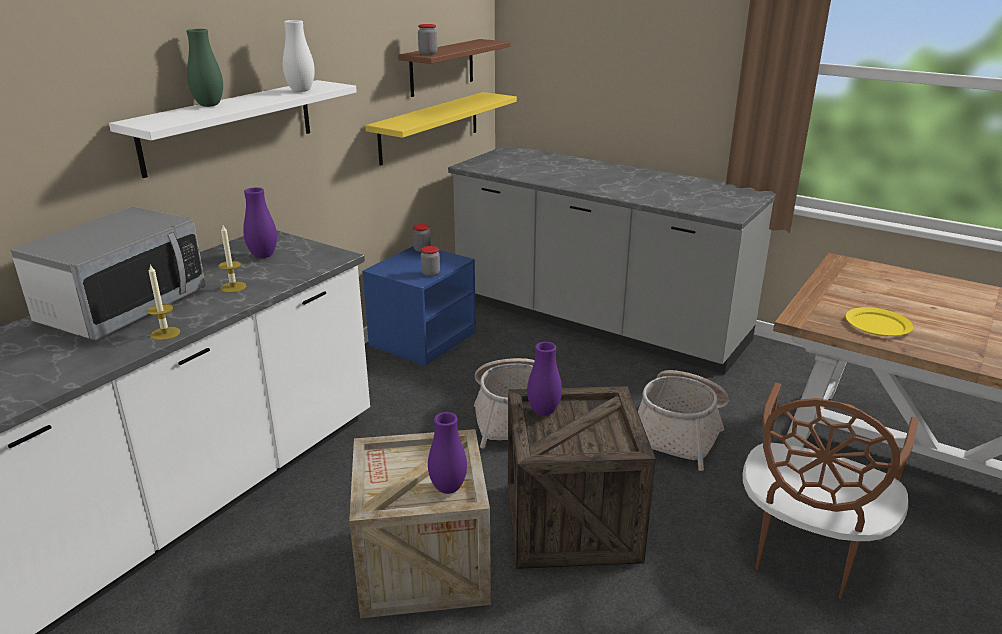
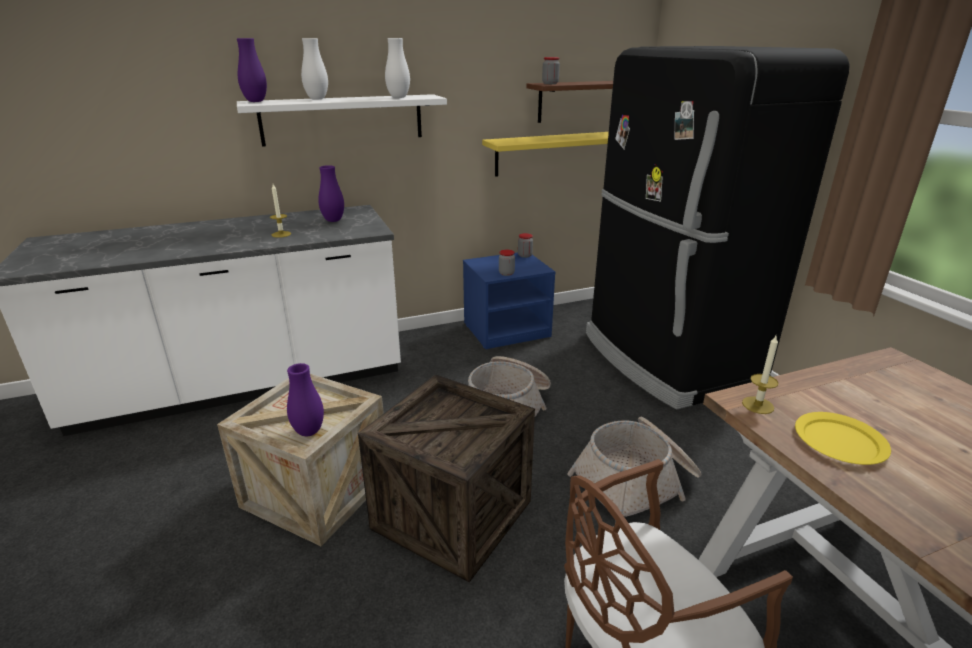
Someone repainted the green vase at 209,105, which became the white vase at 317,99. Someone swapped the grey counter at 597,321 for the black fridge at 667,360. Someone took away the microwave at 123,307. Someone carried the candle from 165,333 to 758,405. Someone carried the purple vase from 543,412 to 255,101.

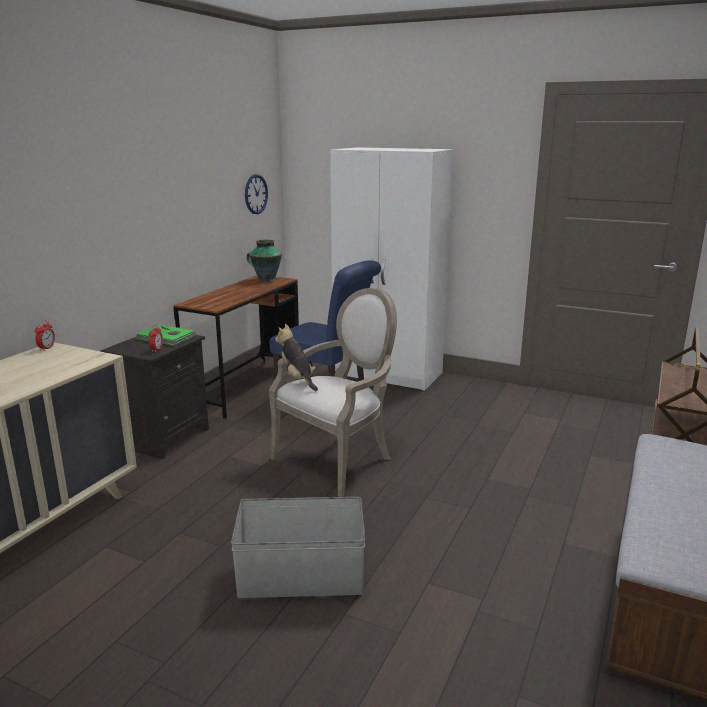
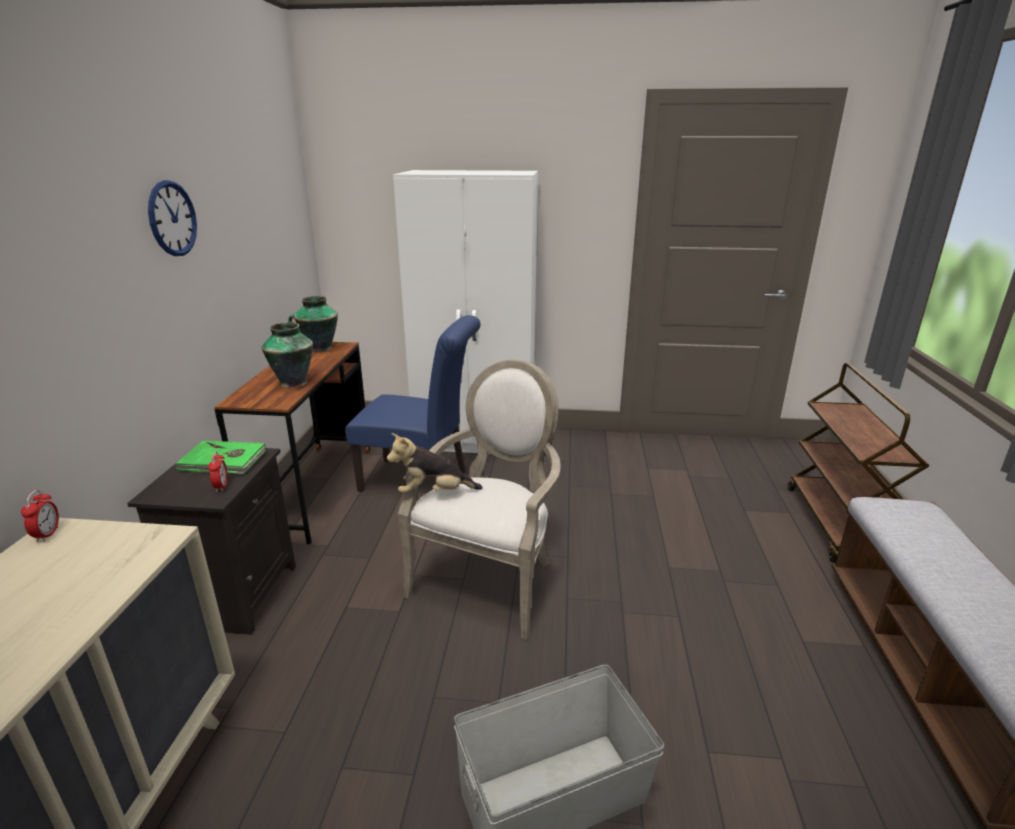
Someone carried the wall clock from 256,194 to 172,219. Someone rotated the plush toy at 297,379 by 45 degrees counterclockwise. Someone put down the vase at 294,383.

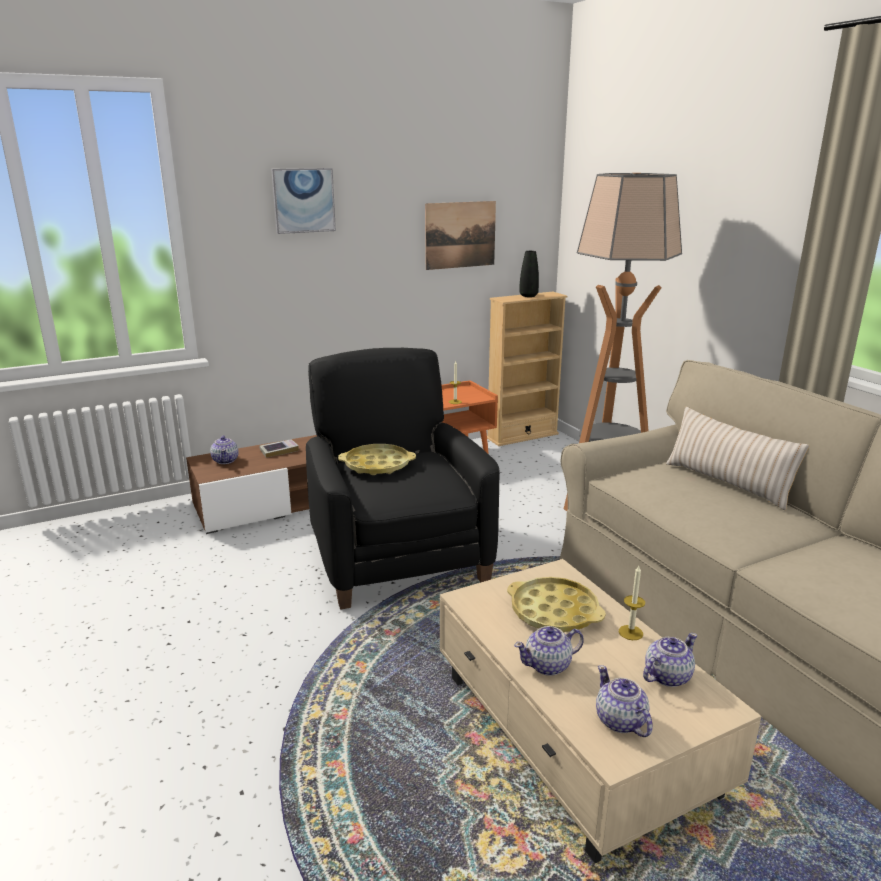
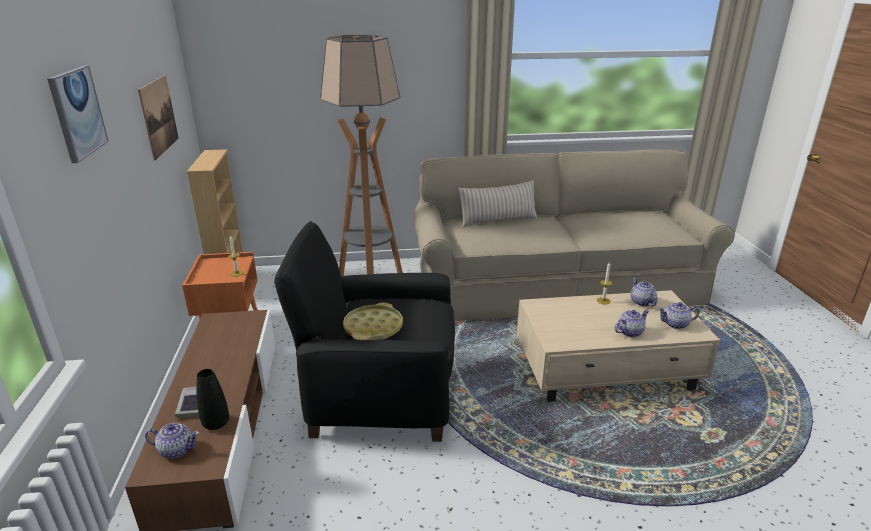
Someone carried the black vase from 528,296 to 216,423. Someone took away the yellow tray at 554,611. Someone rotated the teapot at 548,665 by 120 degrees counterclockwise.

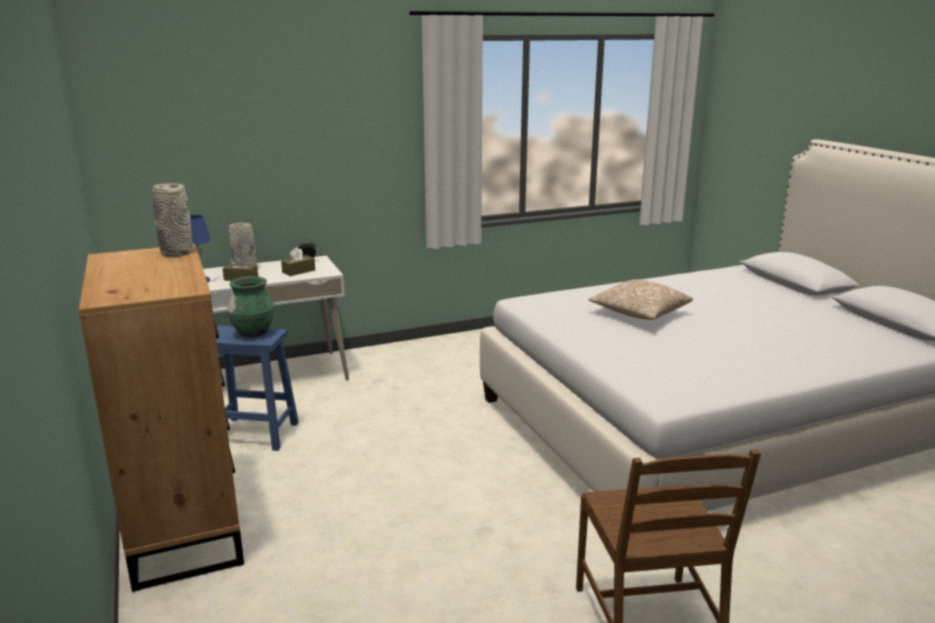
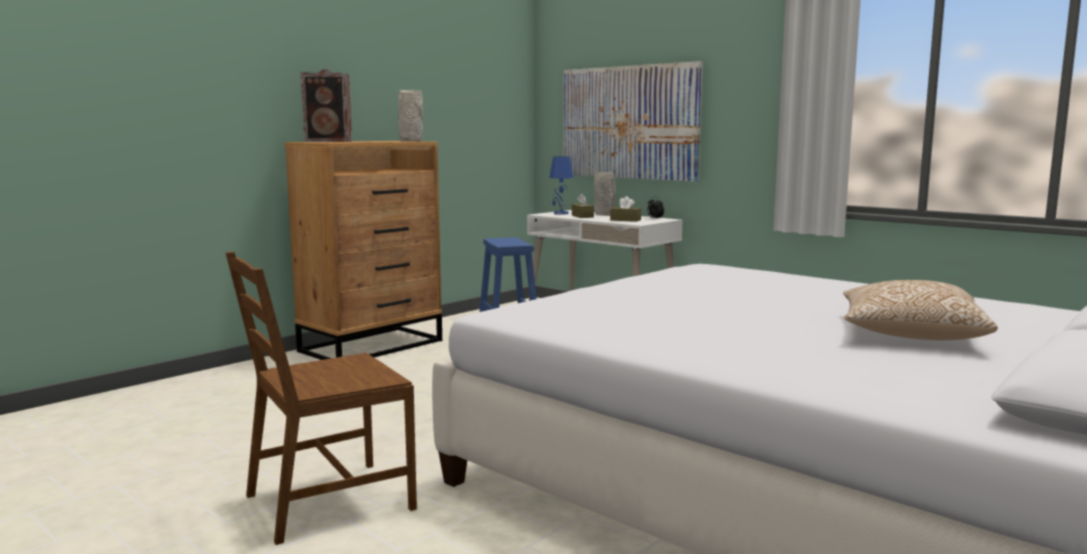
Someone took away the green vase at 253,333. Someone carried the pillow from 639,314 to 910,335. Someone put up the picture at 629,122. Someone put down the speaker at 330,141.

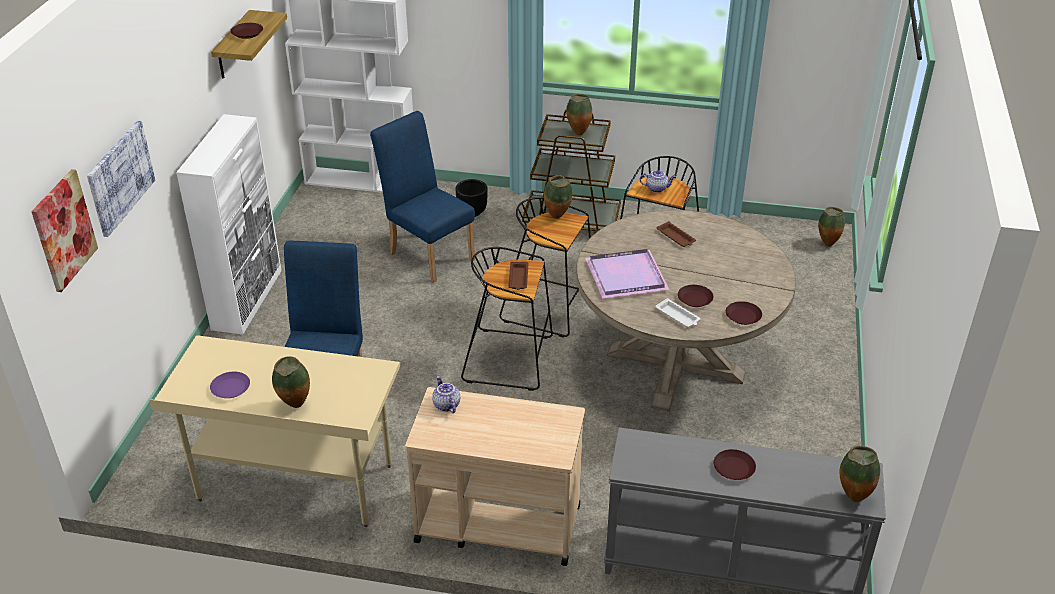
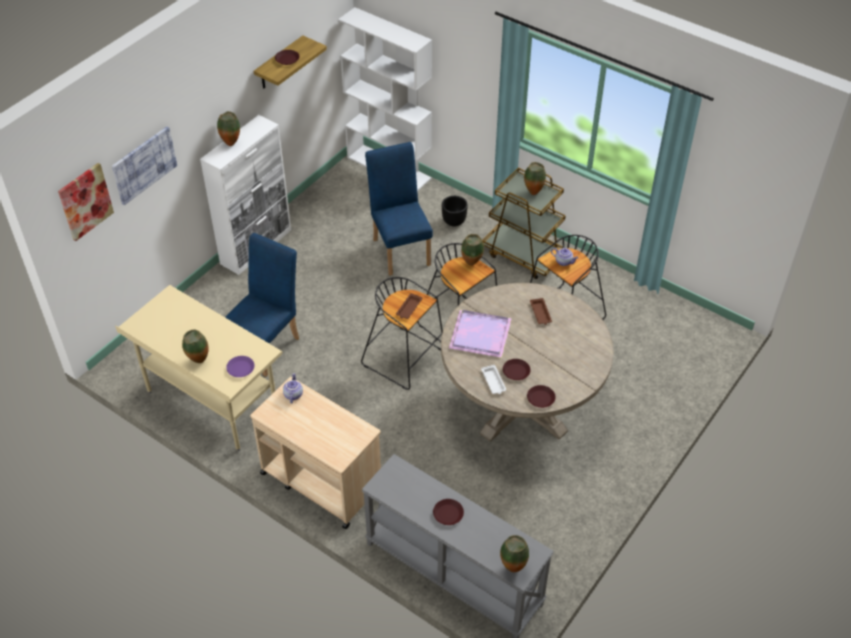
Someone carried the vase from 827,244 to 231,143. Someone carried the purple plate from 231,388 to 241,369.

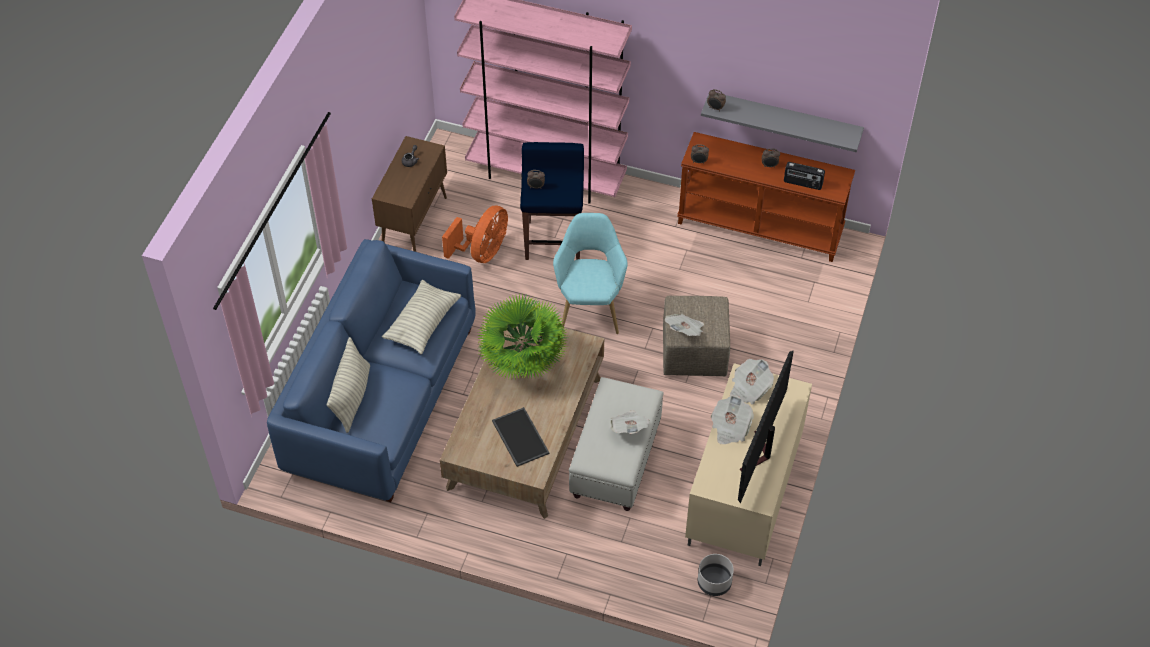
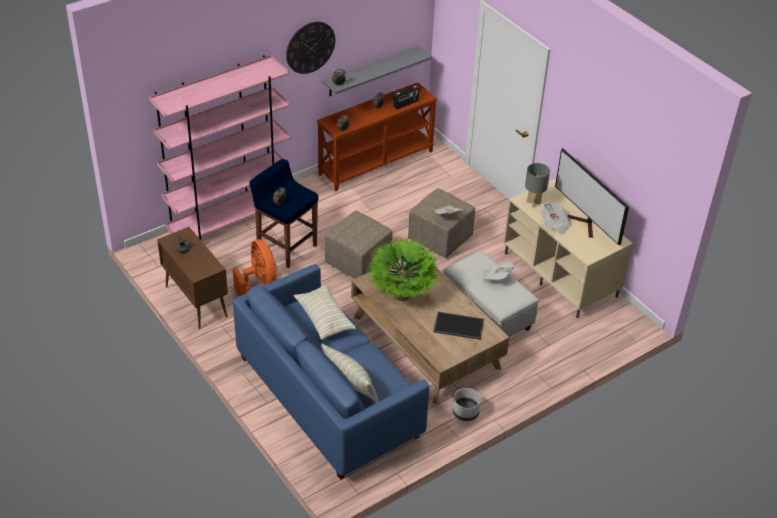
Someone swapped the turquoise armchair at 589,307 for the beige ottoman at 358,261. Someone swapped the newspaper at 749,388 for the grey table lamp at 533,203. Someone carried the grey planter from 713,582 to 465,412. Someone put up the wall clock at 310,47.

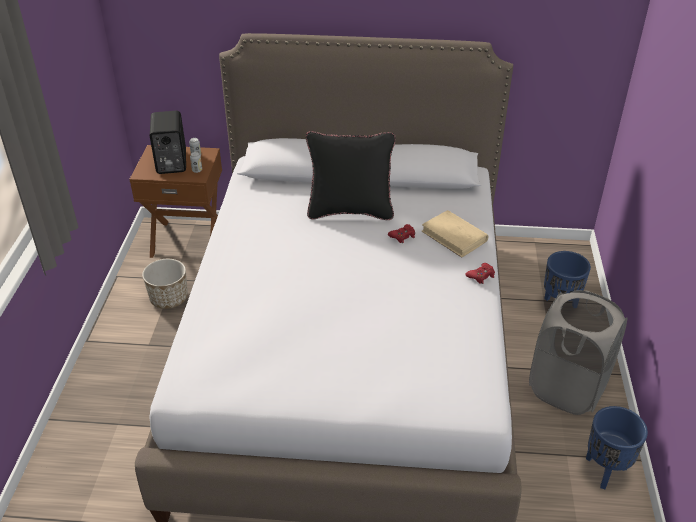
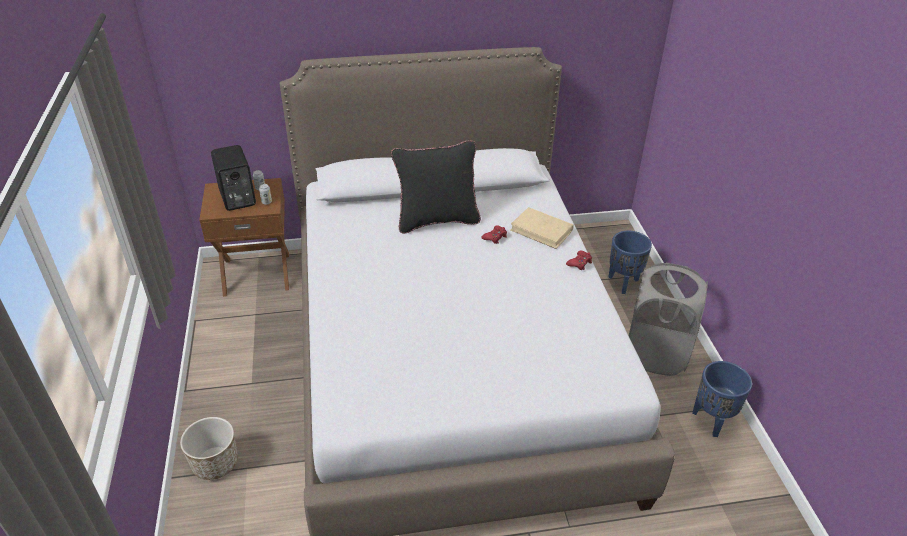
Someone carried the planter from 169,298 to 215,463.

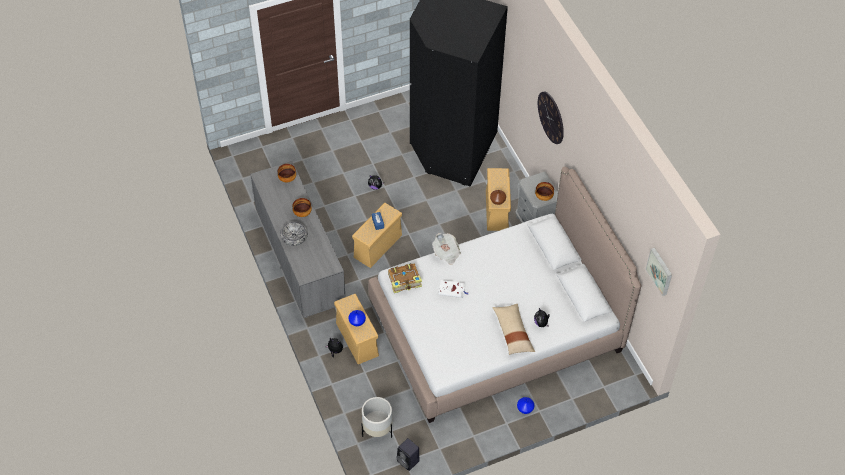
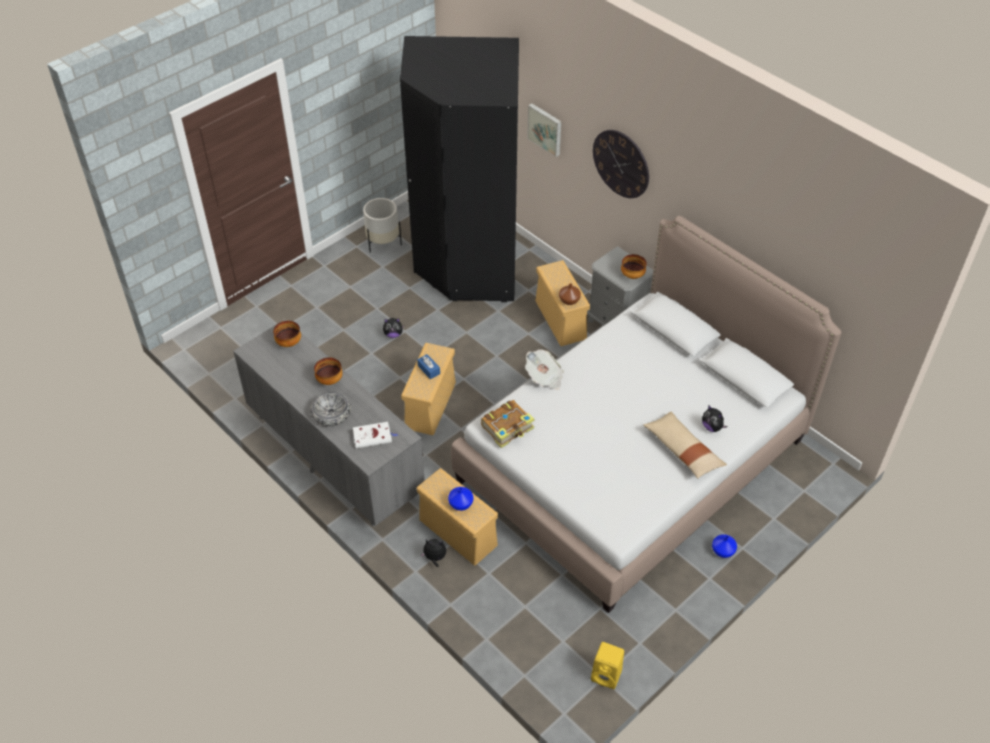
Someone carried the picture from 660,271 to 545,129. Someone carried the white book from 452,290 to 373,436. Someone carried the white planter from 377,429 to 383,242. Someone repainted the black speaker at 408,461, which became the yellow speaker at 607,675.

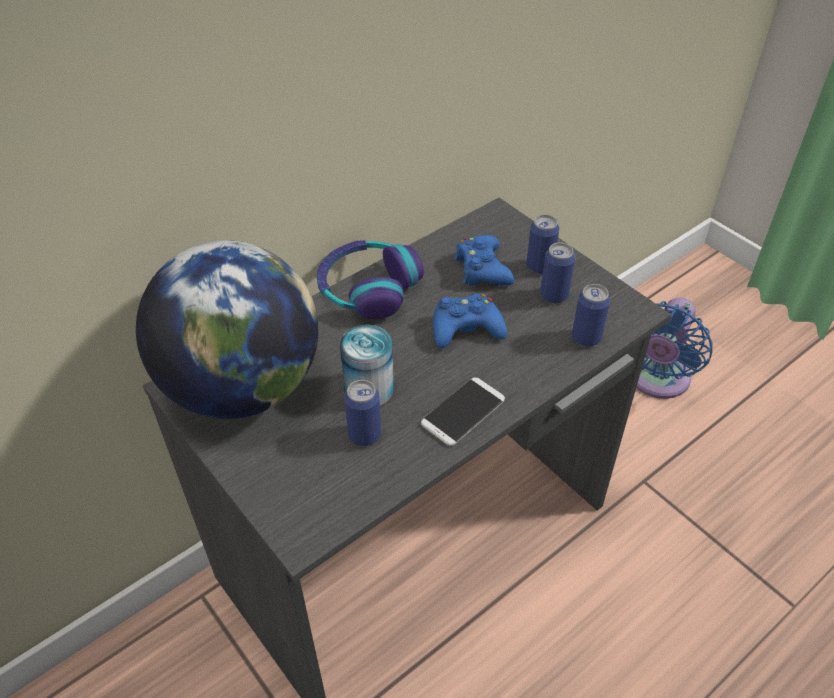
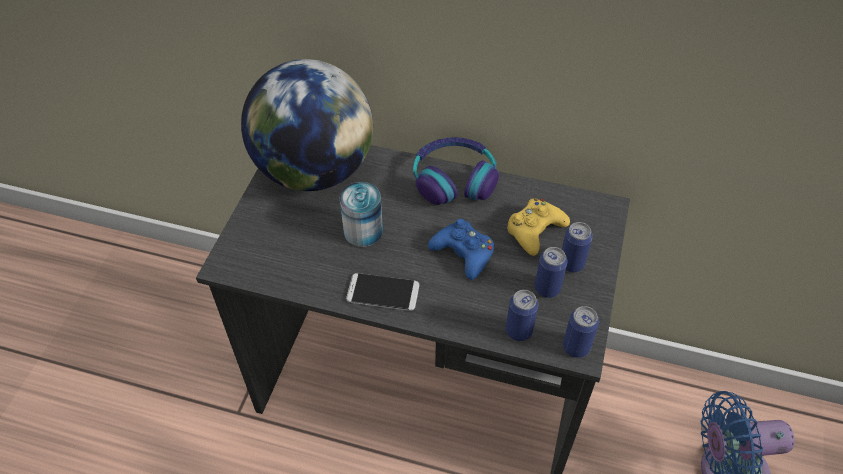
Someone repainted the blue game controller at 482,269, which became the yellow game controller at 534,230. Someone carried the can from 364,435 to 576,347.

